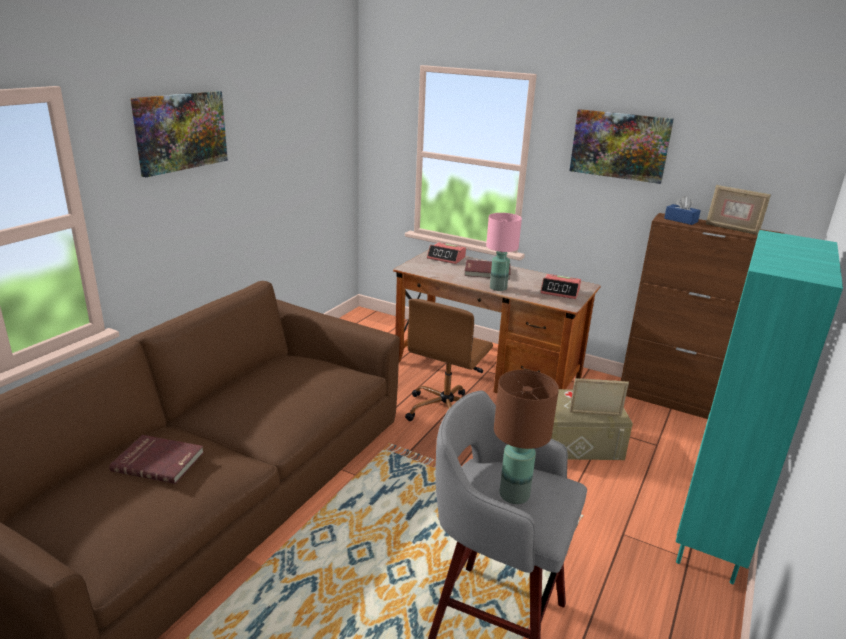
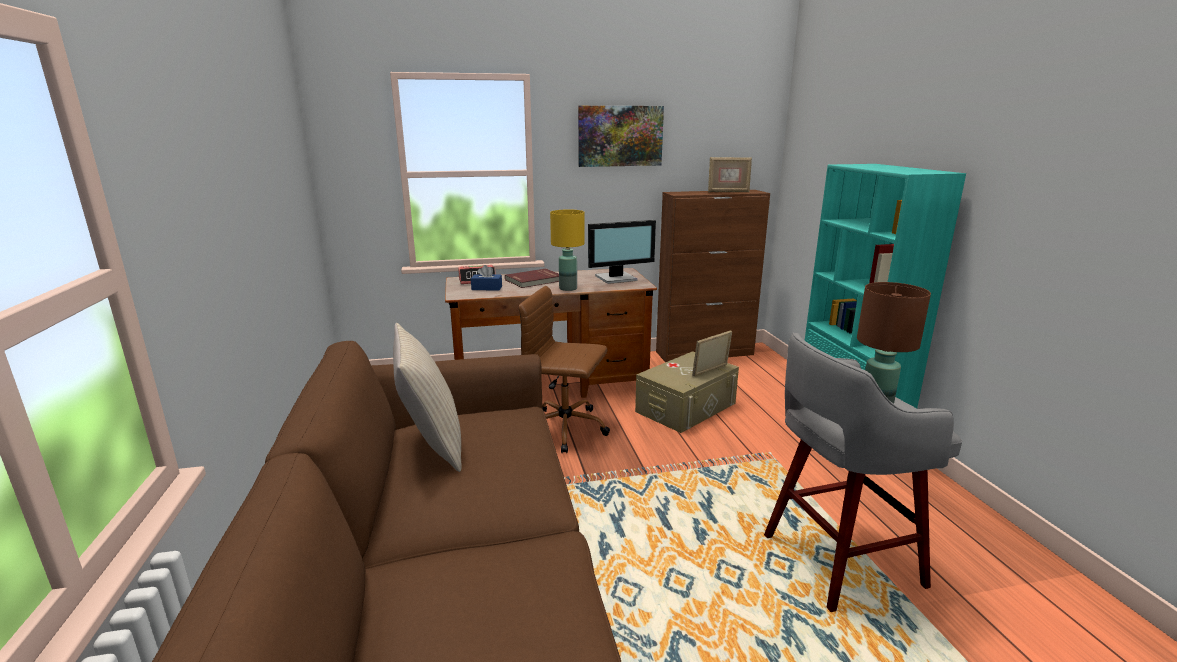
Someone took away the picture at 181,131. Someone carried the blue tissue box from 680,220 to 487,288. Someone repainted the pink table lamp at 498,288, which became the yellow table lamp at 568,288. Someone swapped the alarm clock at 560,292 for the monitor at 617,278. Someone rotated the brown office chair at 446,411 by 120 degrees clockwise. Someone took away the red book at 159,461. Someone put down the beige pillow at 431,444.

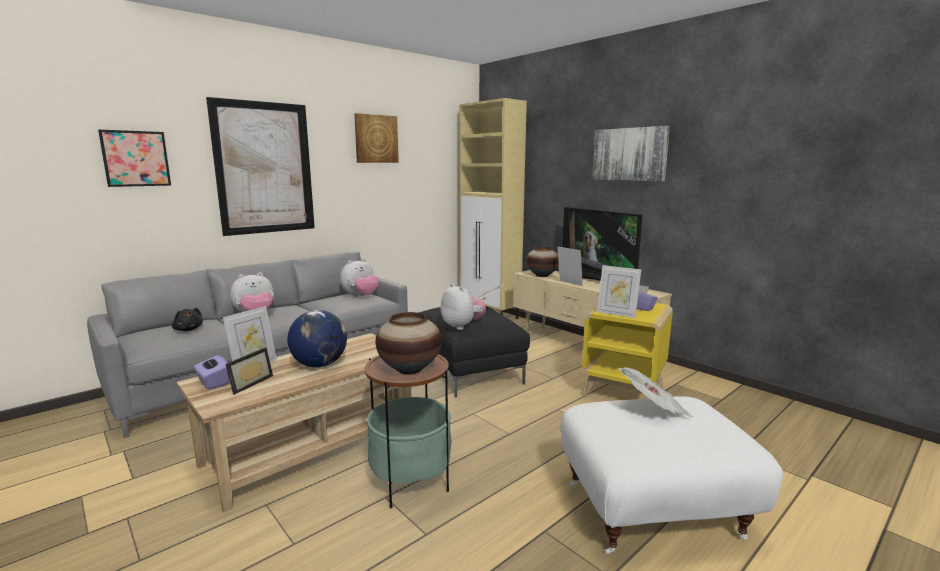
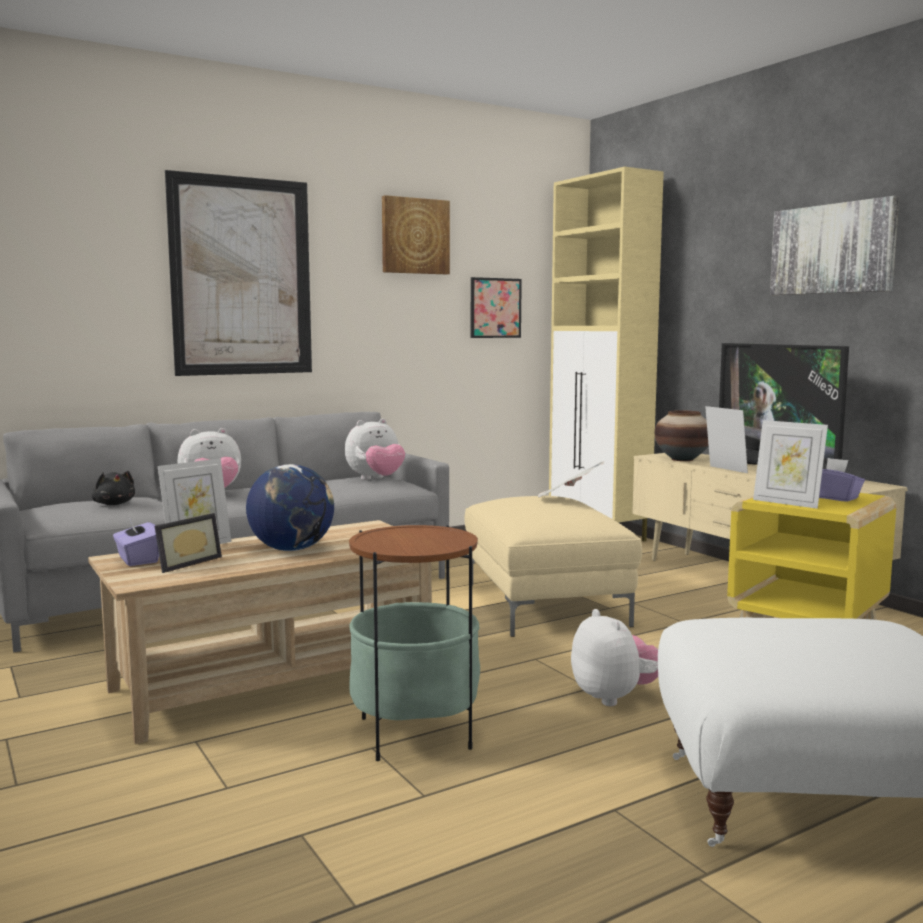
Someone carried the picture from 136,158 to 495,308. Someone carried the plush toy from 462,326 to 614,697. Someone repainted the black ottoman at 469,370, which became the beige ottoman at 543,604. Someone took away the vase at 409,369. Someone took away the newspaper at 653,409.

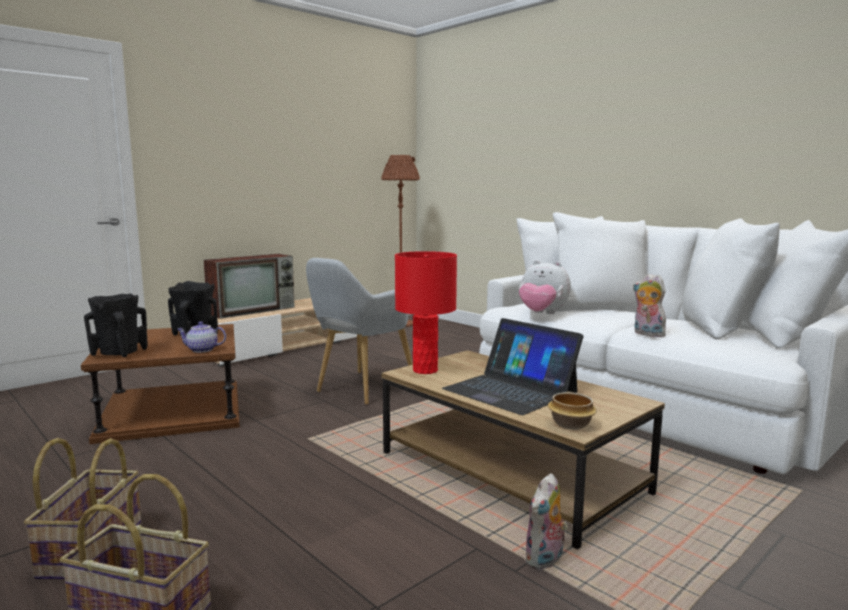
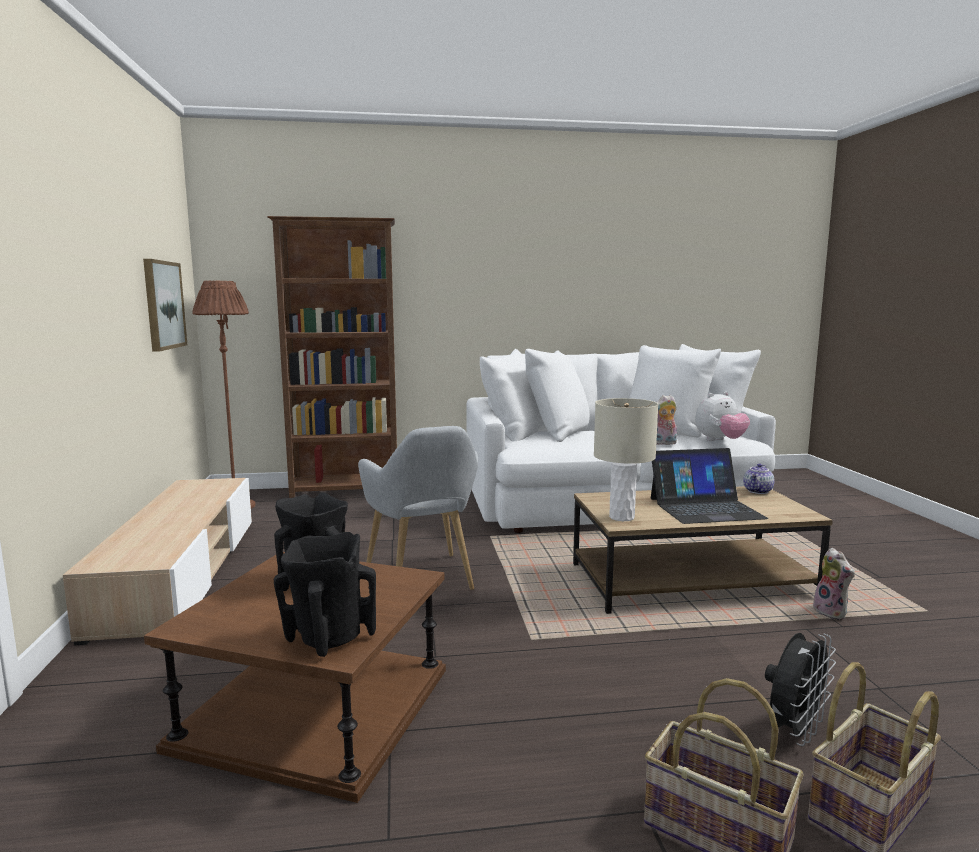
Someone repainted the red table lamp at 425,370, which became the beige table lamp at 622,517. Someone took away the television at 253,310. Someone carried the plush toy from 542,314 to 720,441. Someone carried the teapot from 202,350 to 758,491. Someone took away the bowl at 570,424. Someone put down the brown bookcase at 346,493. Someone put up the picture at 163,305. Someone put down the black fan at 794,732.

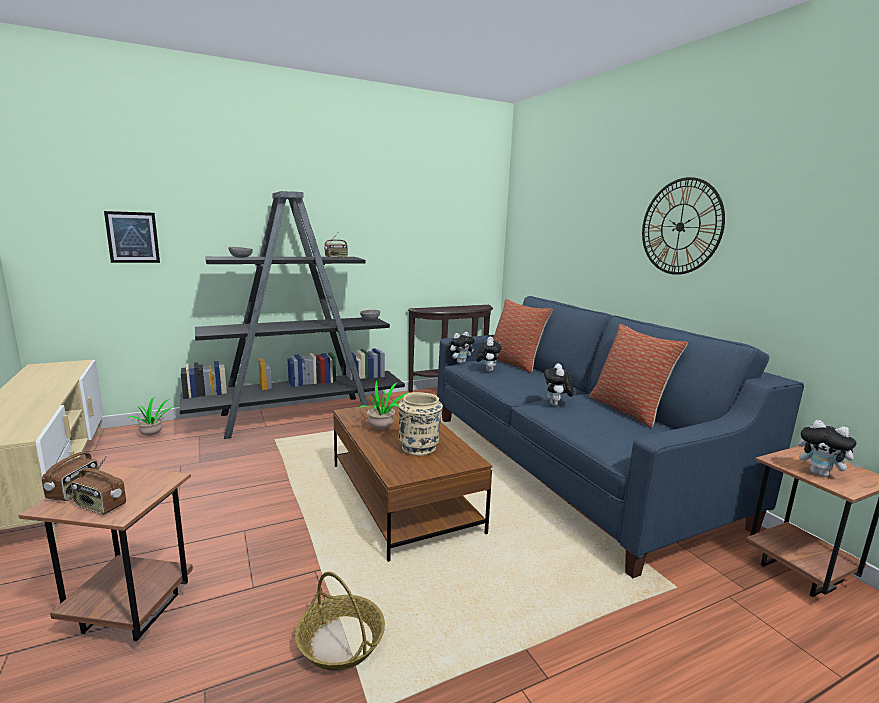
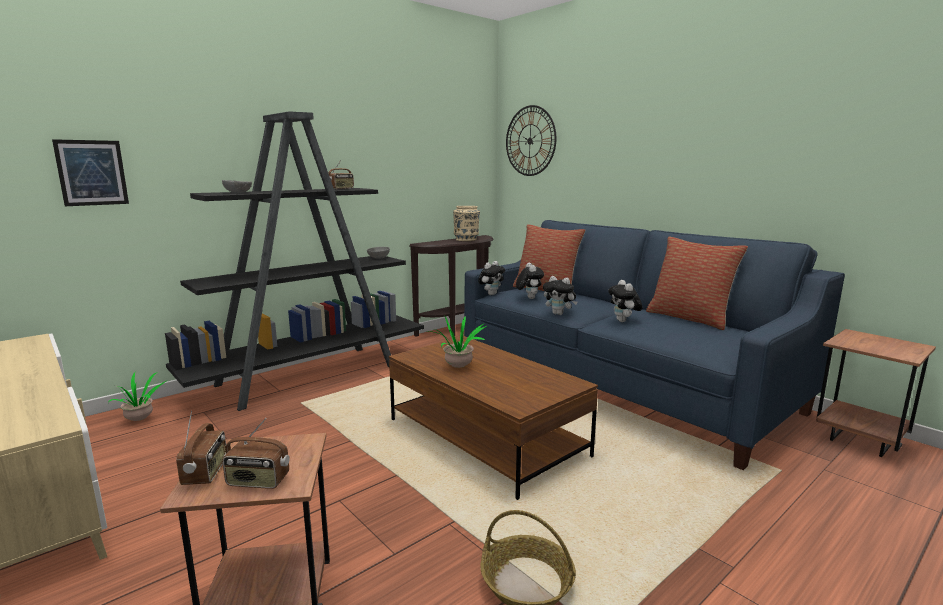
Someone carried the wall clock from 680,227 to 530,141. Someone carried the beige vase from 419,448 to 466,239. Someone carried the plush toy from 821,474 to 559,314.

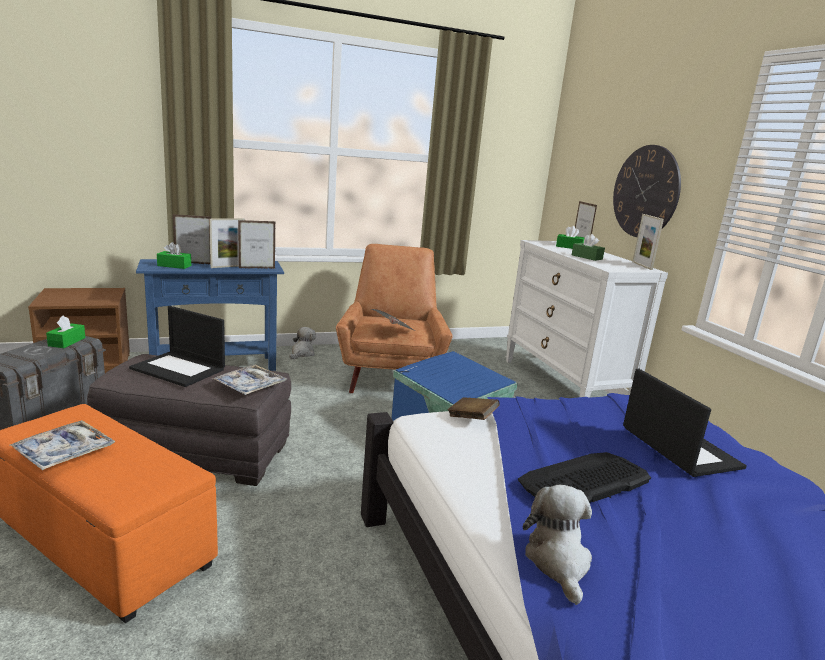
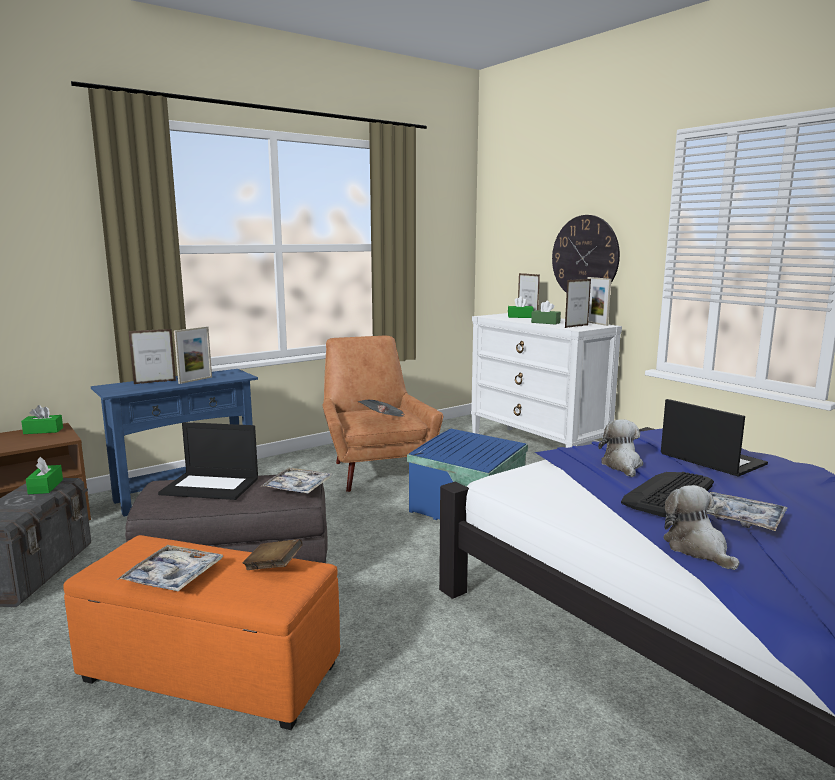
Someone carried the picture frame from 257,268 to 576,326. Someone carried the green tissue box from 174,266 to 43,431. Someone carried the plush toy from 302,353 to 622,465. Someone carried the brown book from 472,418 to 273,567. Someone put down the tray at 740,519.

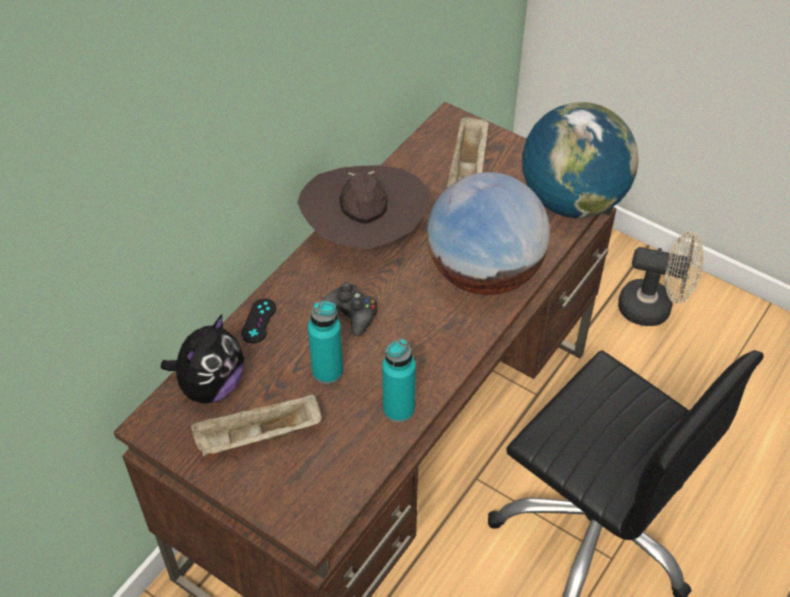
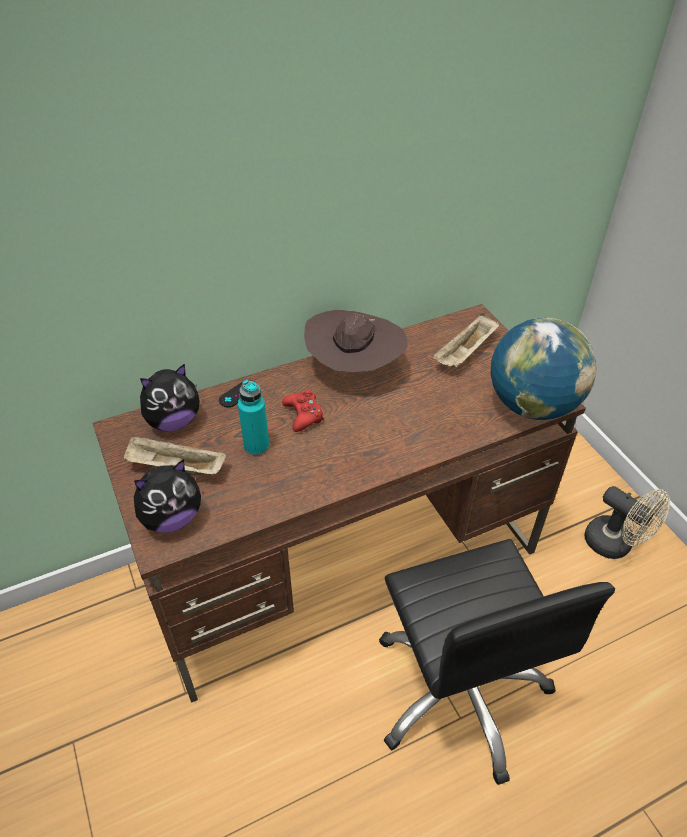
Someone took away the globe at 484,273. Someone repainted the black game controller at 351,313, which became the red game controller at 303,415. Someone took away the turquoise bottle at 398,409. Someone put down the plush toy at 172,518.

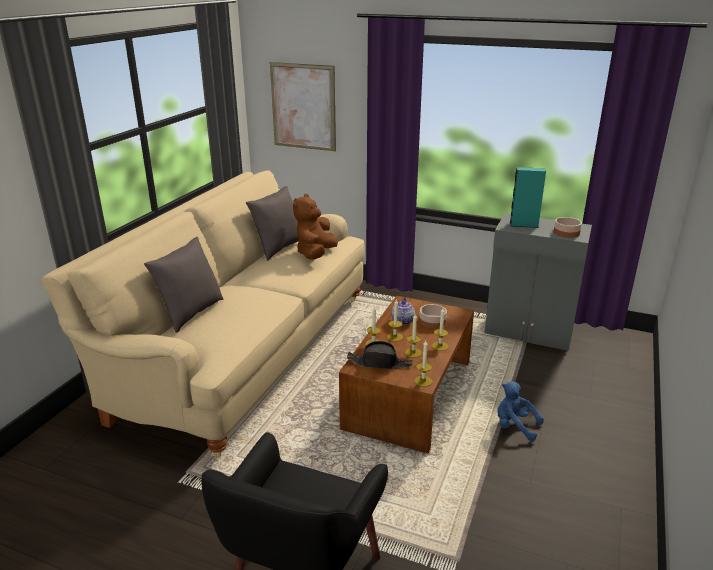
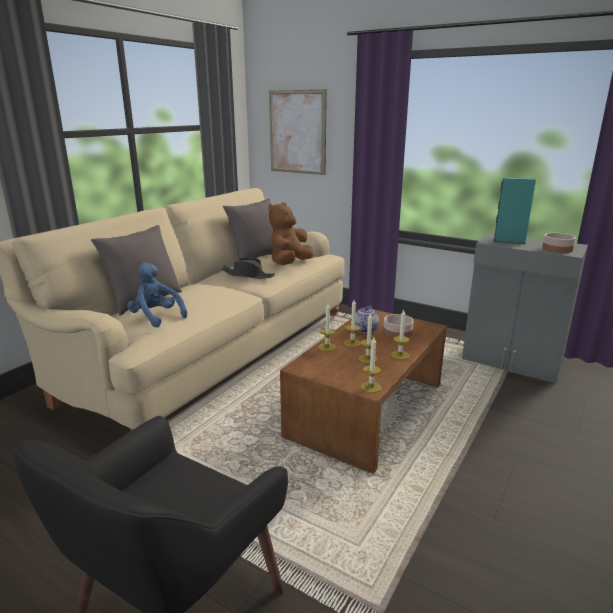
Someone carried the black hat from 380,363 to 248,275. Someone carried the blue plush toy from 514,426 to 156,317.

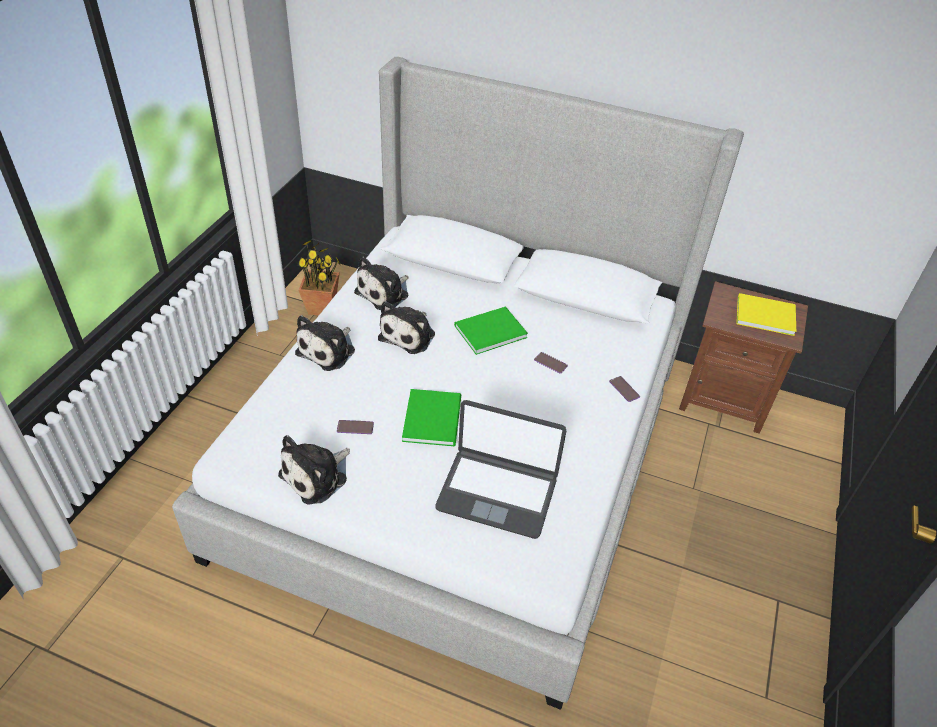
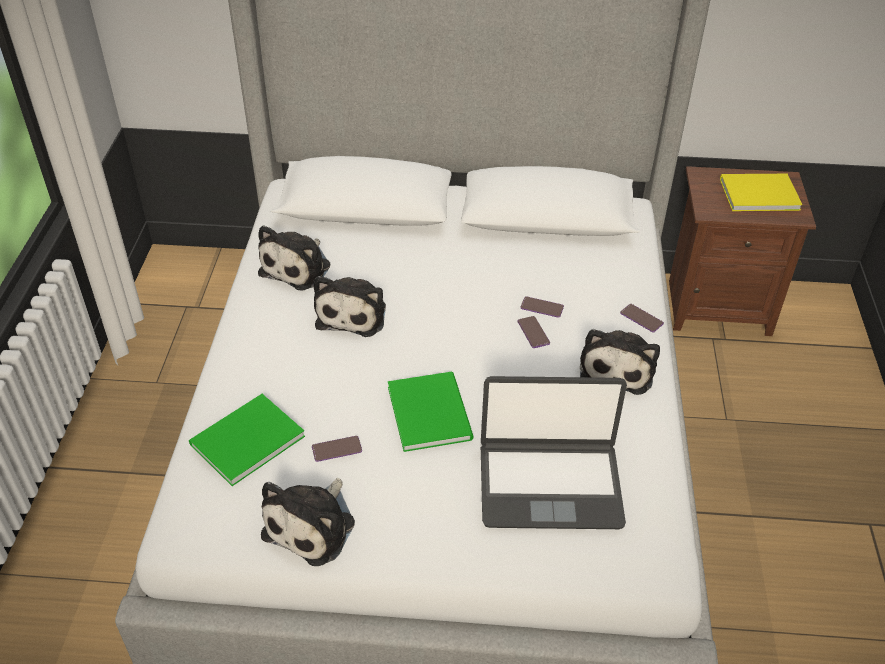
Someone took away the potted plant at 322,307. Someone carried the green book from 488,331 to 243,440. Someone carried the plush toy from 328,350 to 617,367. Someone put down the phone at 533,332.

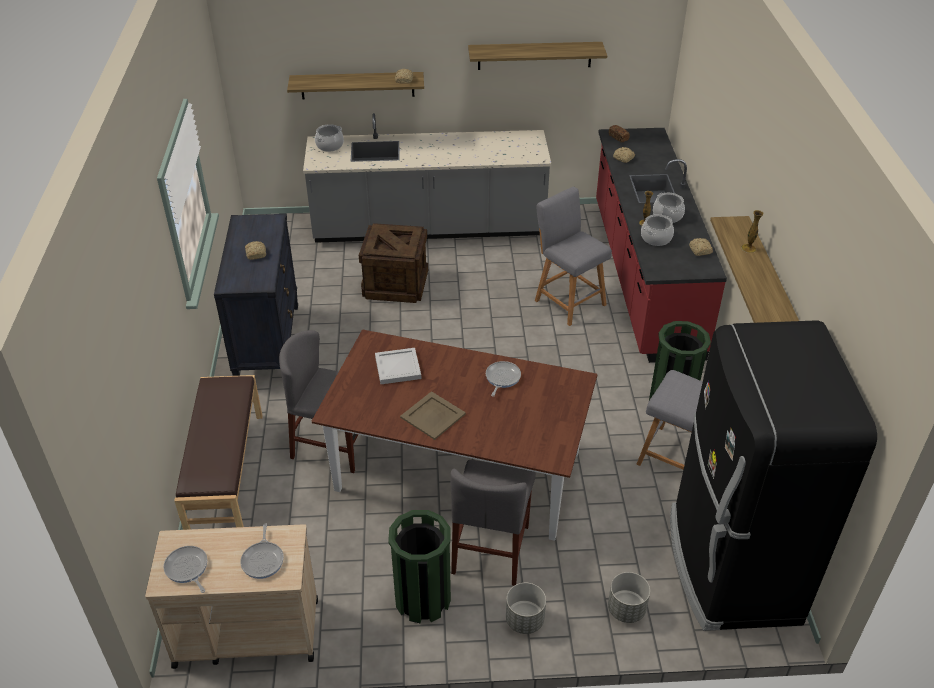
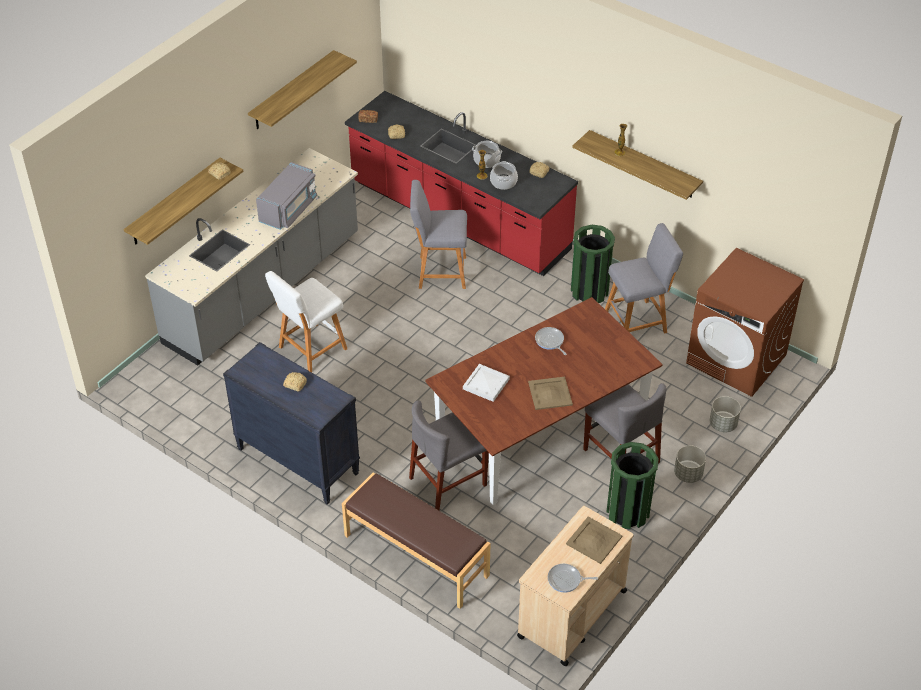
Someone took away the cooking pot at 330,146. Someone swapped the crate at 395,284 for the white stool at 310,350. Someone swapped the black fridge at 730,566 for the brown washing machine at 737,359. Someone swapped the frying pan at 263,560 for the beige tray at 594,540. Someone put down the grey microwave at 289,209.

